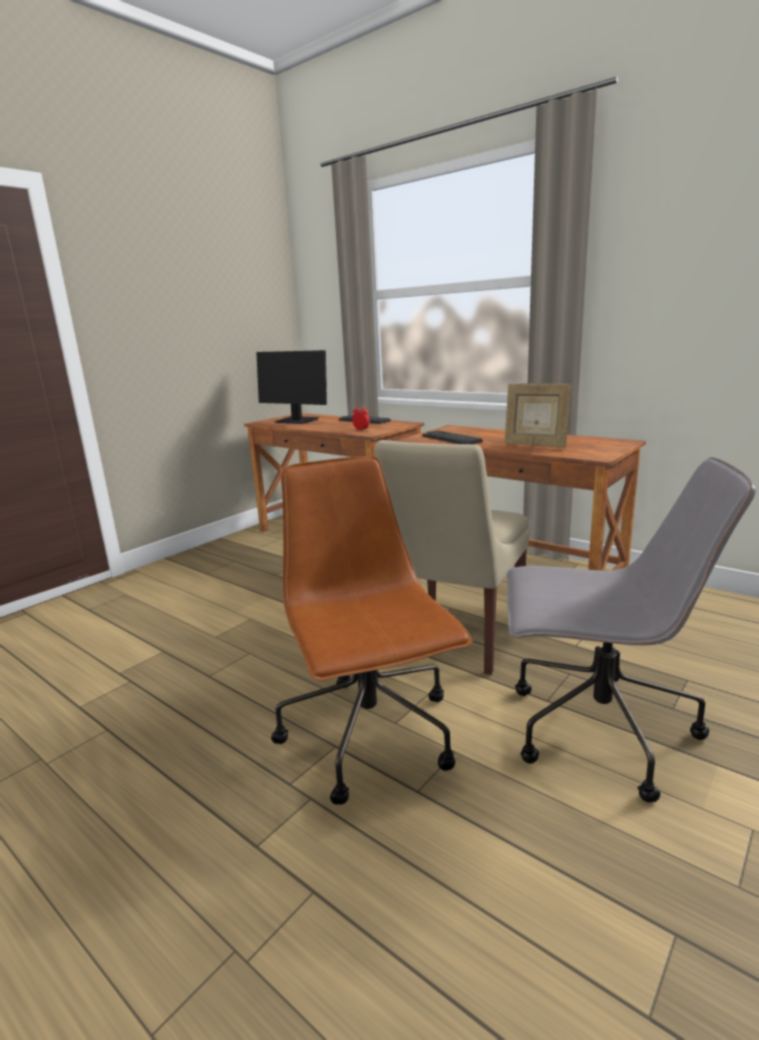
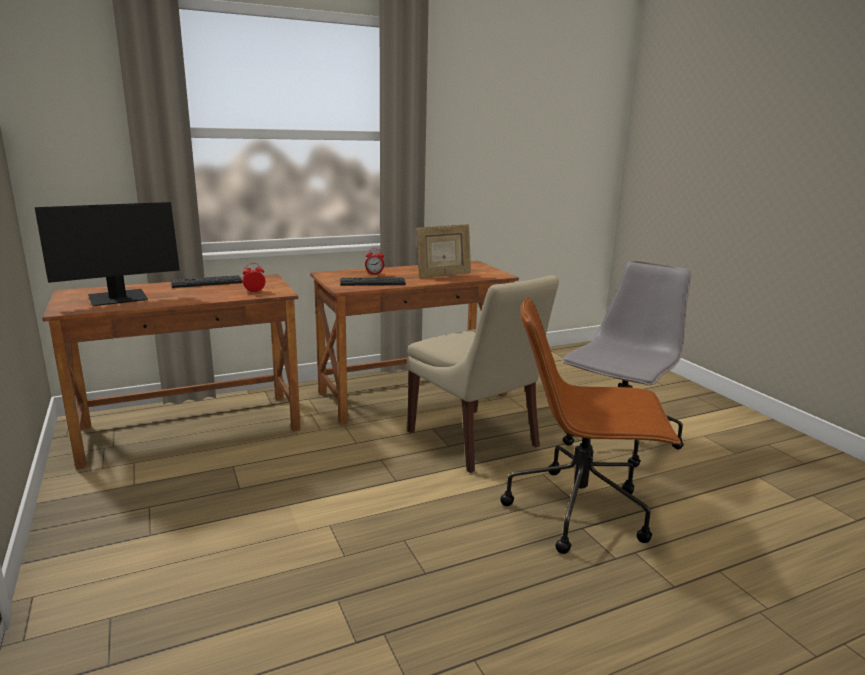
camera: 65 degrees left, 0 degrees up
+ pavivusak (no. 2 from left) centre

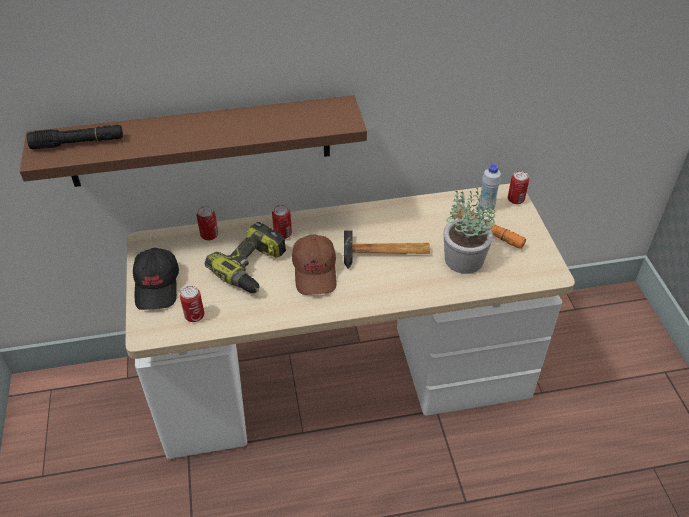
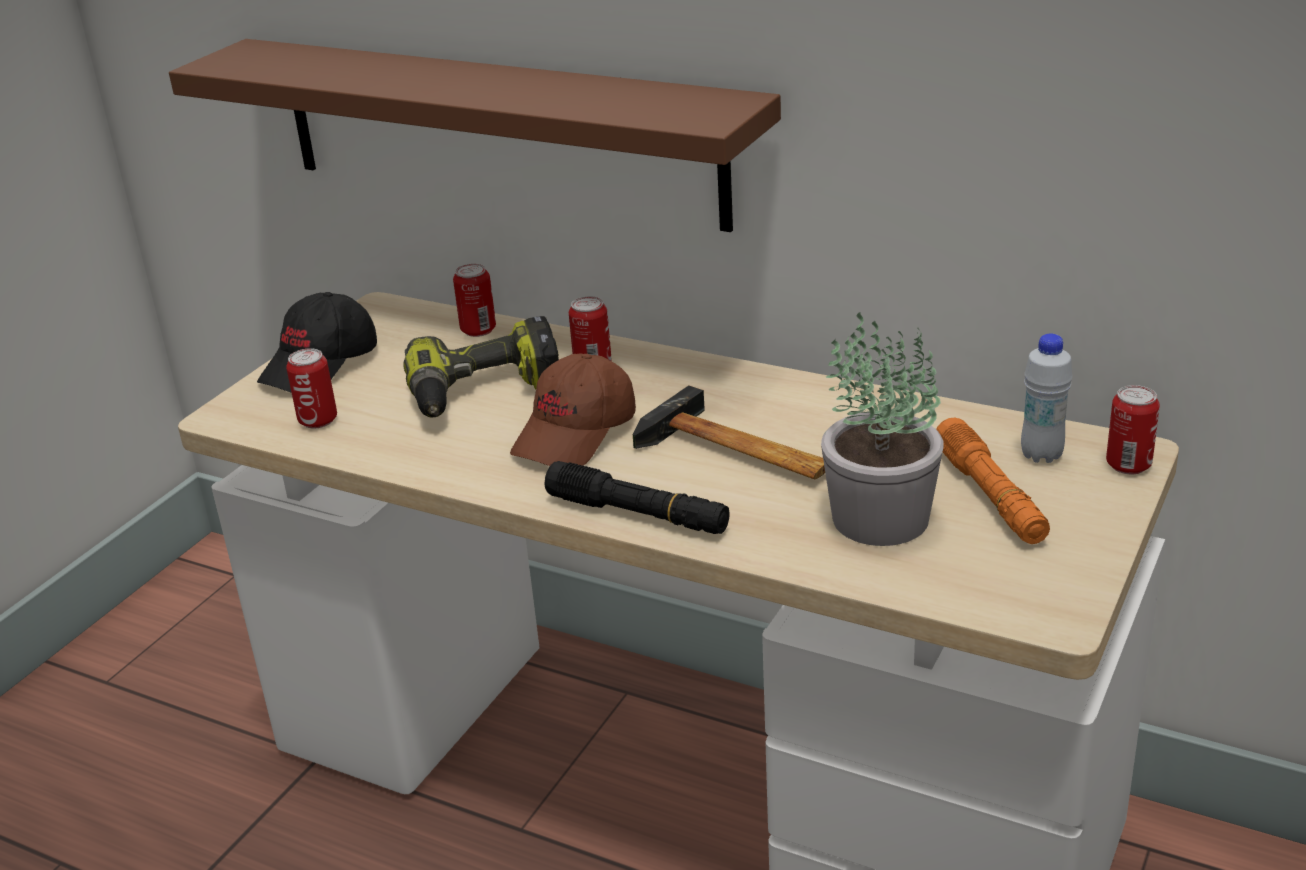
camera: 40 degrees right, 15 degrees down
~ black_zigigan top left to centre

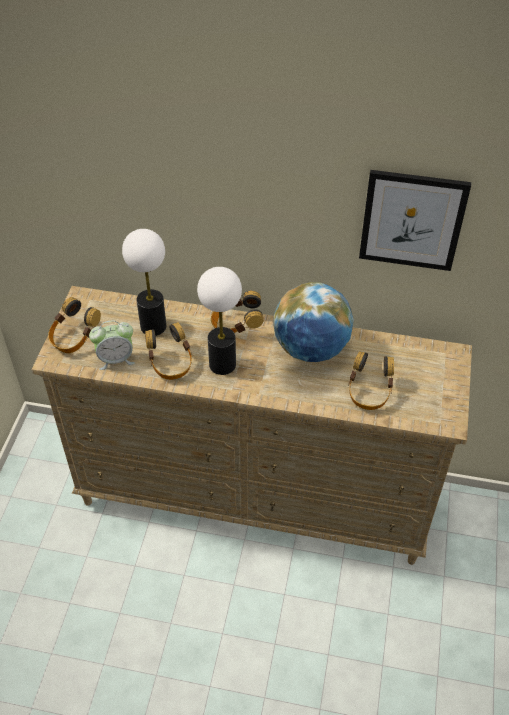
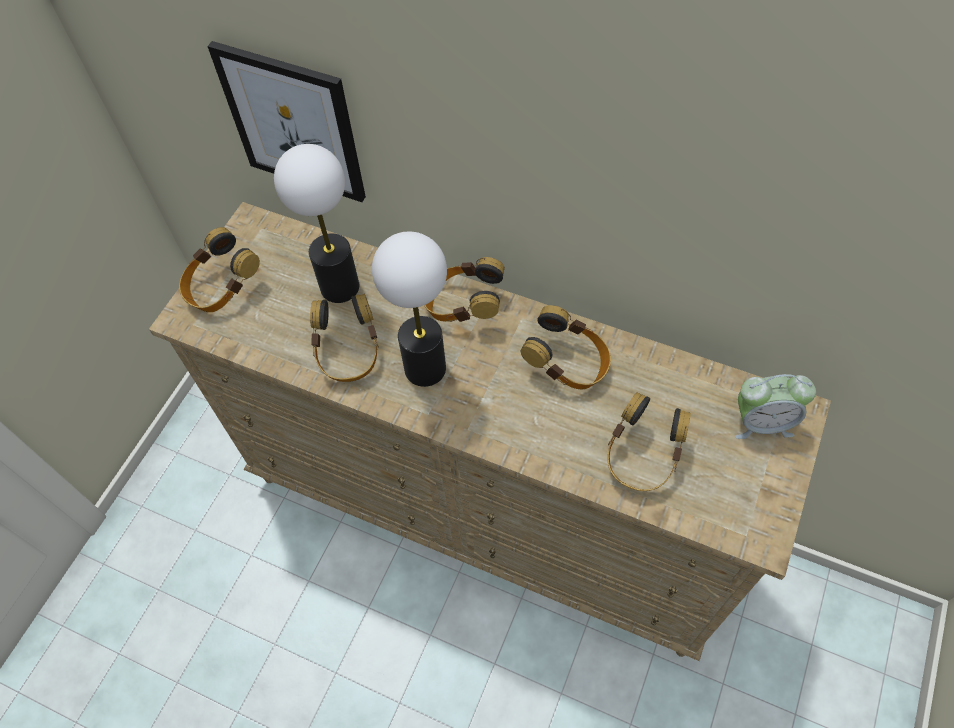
camera: 15 degrees right, 10 degrees up
~ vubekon top right to top left
~ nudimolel centre to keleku (no. 4 from left) centre
~ pavivusak middle left to middle right

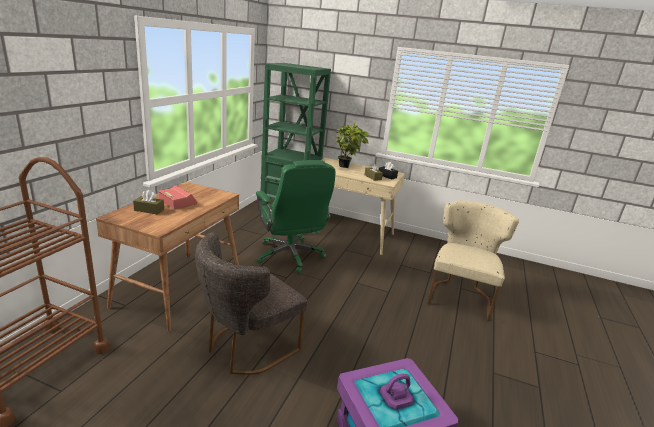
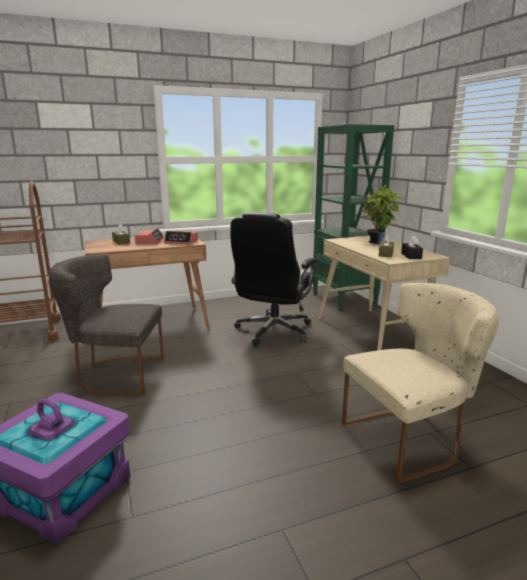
camera: 50 degrees right, 5 degrees down
~ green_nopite centre to black_nopite centre
+ pavivusak (no. 2 from left) centre

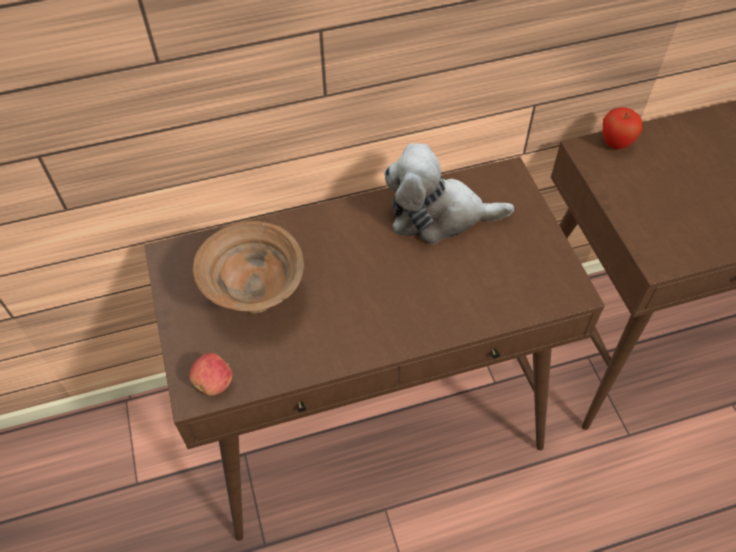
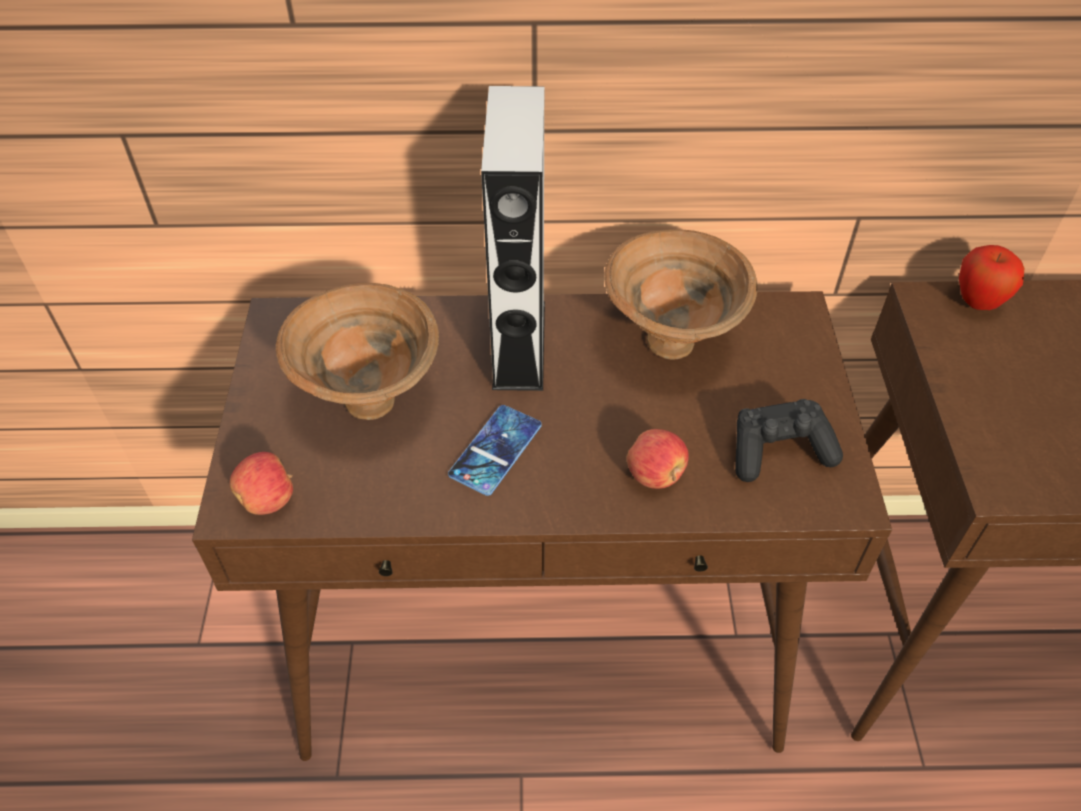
camera: 15 degrees right, 5 degrees down
~ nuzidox centre to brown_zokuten (no. 2 from left) centre
+ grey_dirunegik top centre
+ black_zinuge middle right
+ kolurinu centre
+ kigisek (no. 2 from left) centre

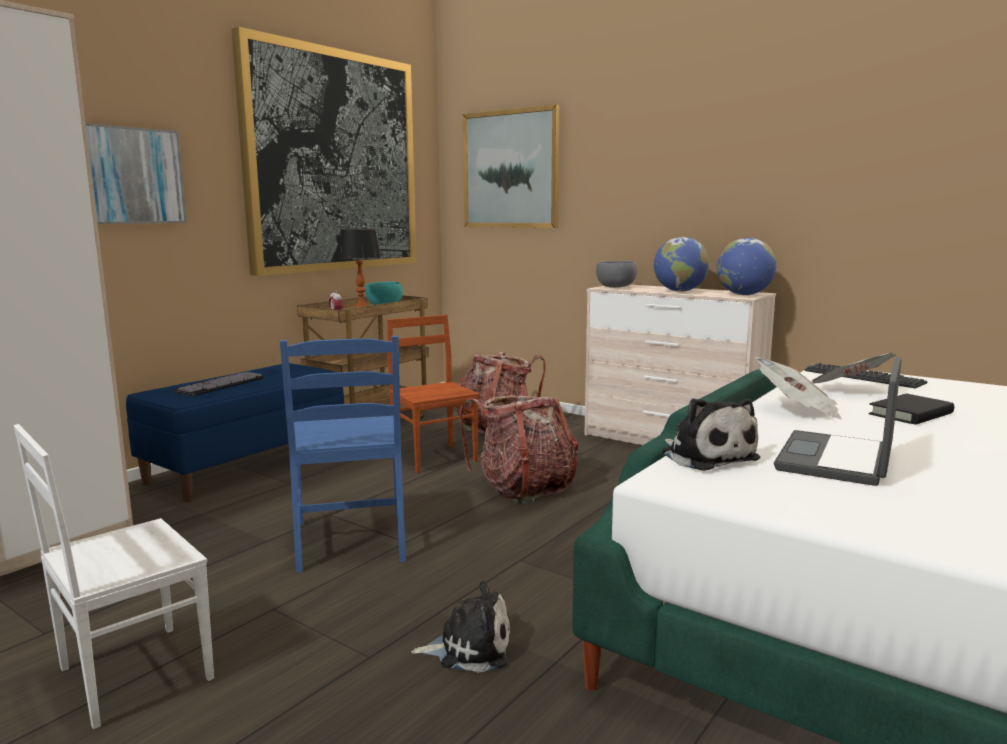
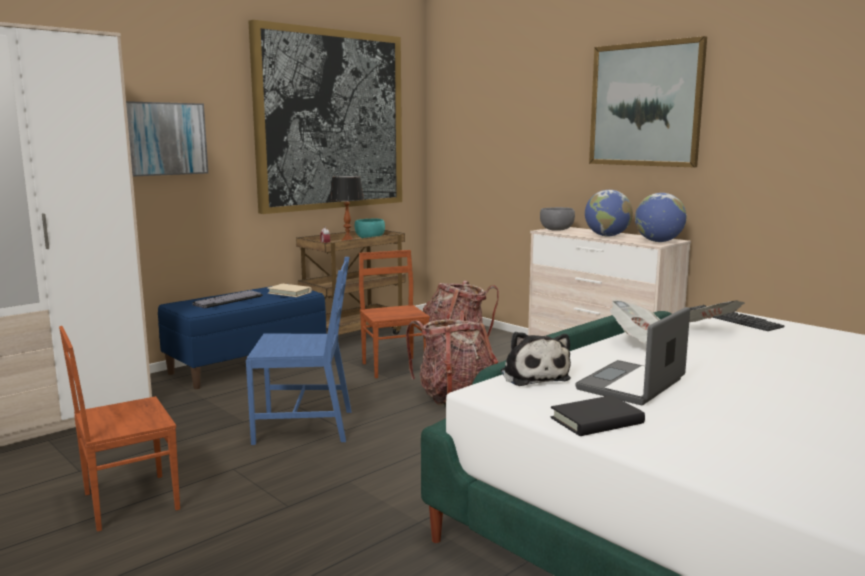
camera: 10 degrees right, 0 degrees up
~ vubekon (no. 3 from left) top centre to top right
~ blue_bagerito centre = centre 90 degrees counterclockwise
~ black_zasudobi middle right to bottom right
~ white_bagerito bottom left to brown_bagerito (no. 1 from left) bottom left
- nuzidox (no. 1 from left) bottom centre
+ beige_zasudobi centre

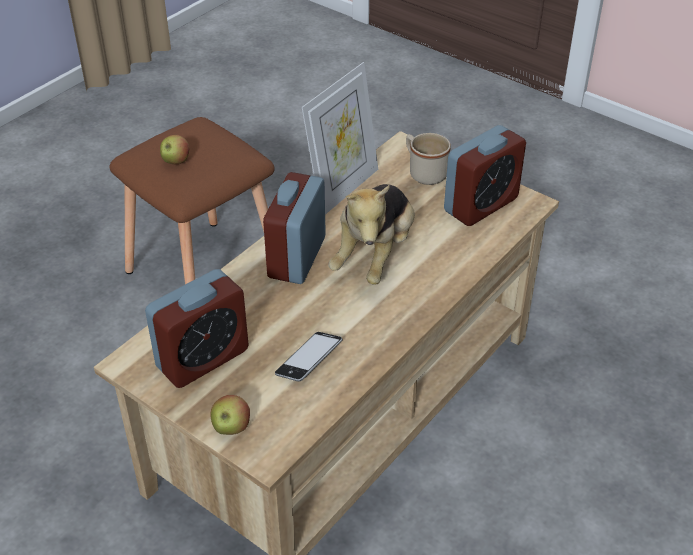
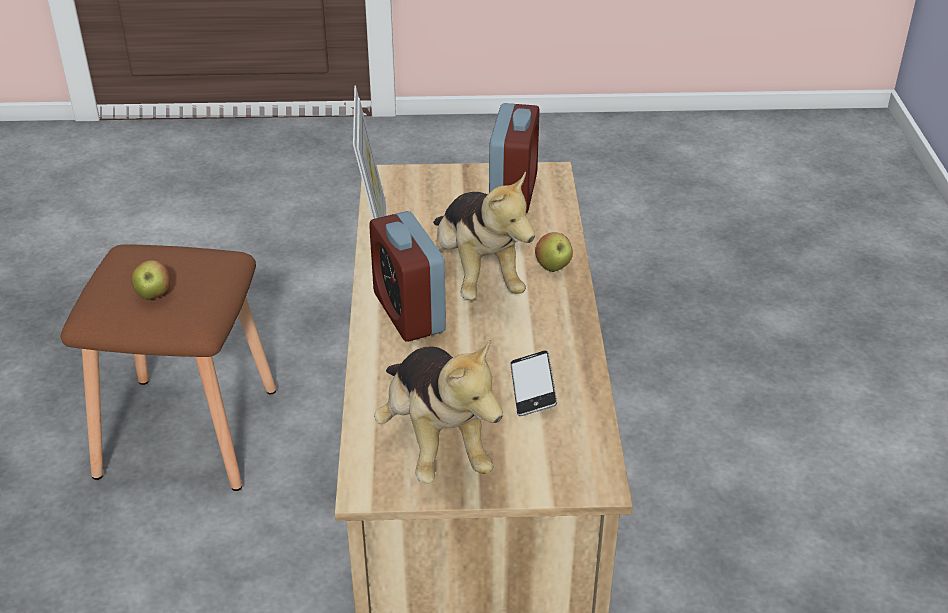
camera: 40 degrees left, 5 degrees down
- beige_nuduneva top centre
~ pavivusak (no. 1 from left) middle left to nuzidox (no. 1 from left) bottom centre
~ kigisek (no. 2 from left) bottom left to centre

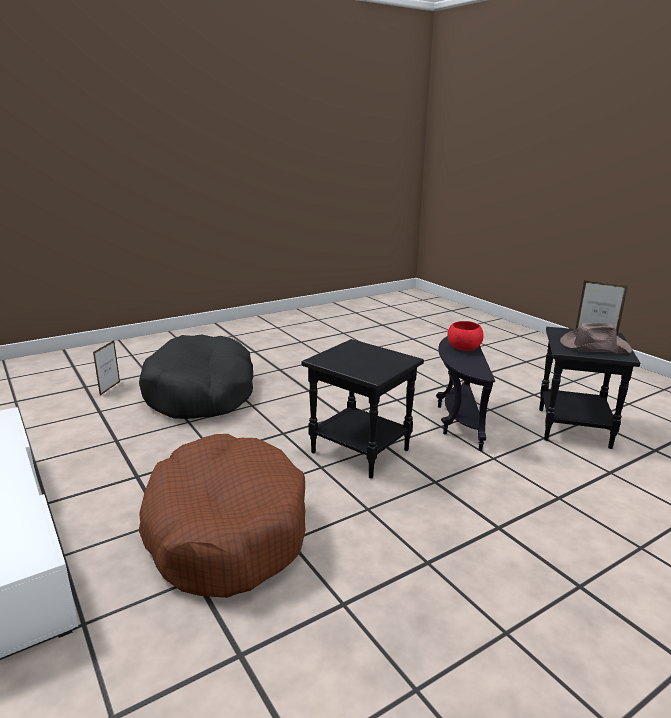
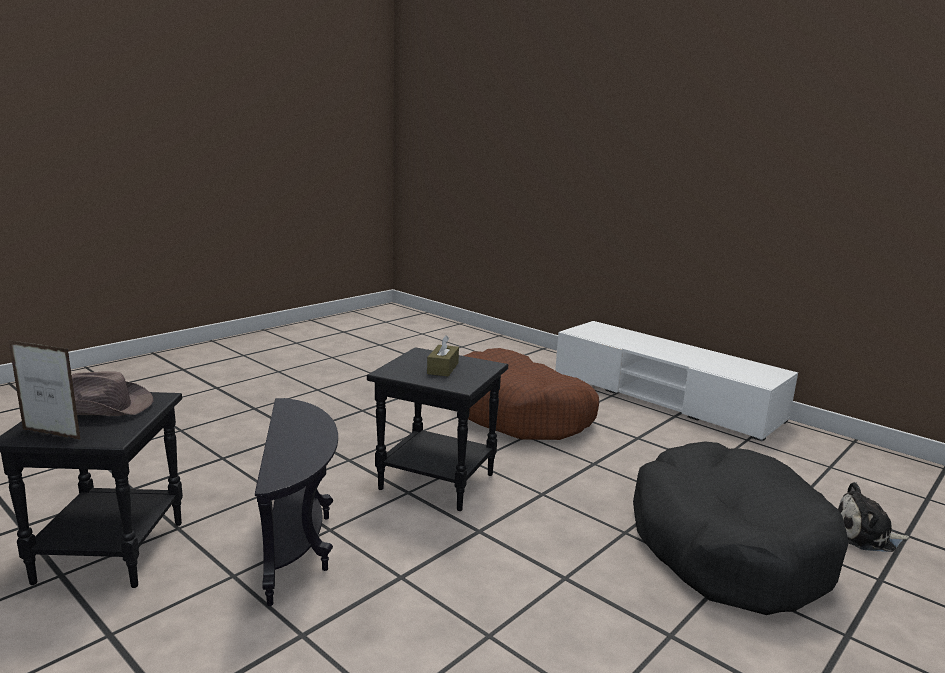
camera: 165 degrees right, 5 degrees down
- red_zokuten middle right
~ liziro (no. 1 from left) middle left to nuzidox bottom right
+ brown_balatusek centre

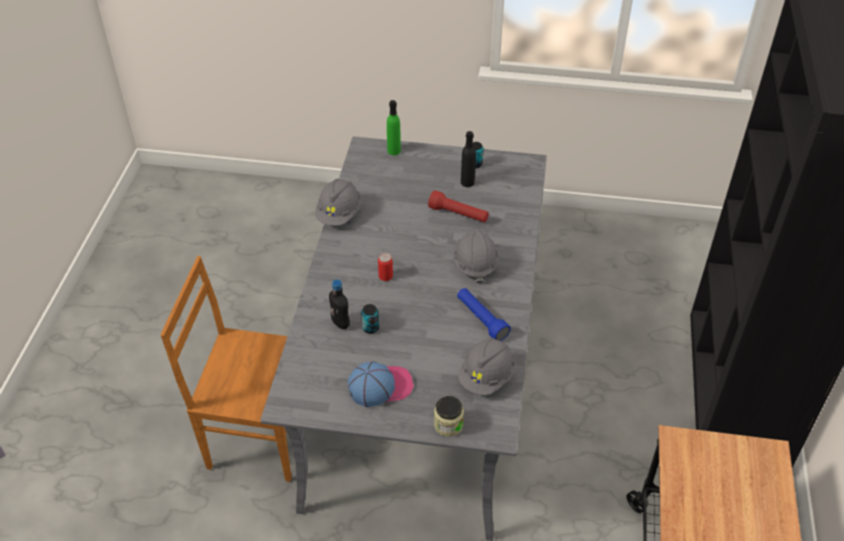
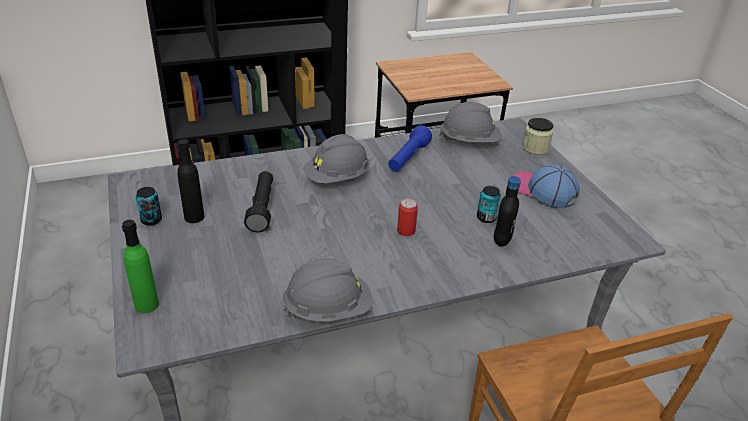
camera: 120 degrees left, 10 degrees down
~ red_zigigan centre to black_zigigan centre

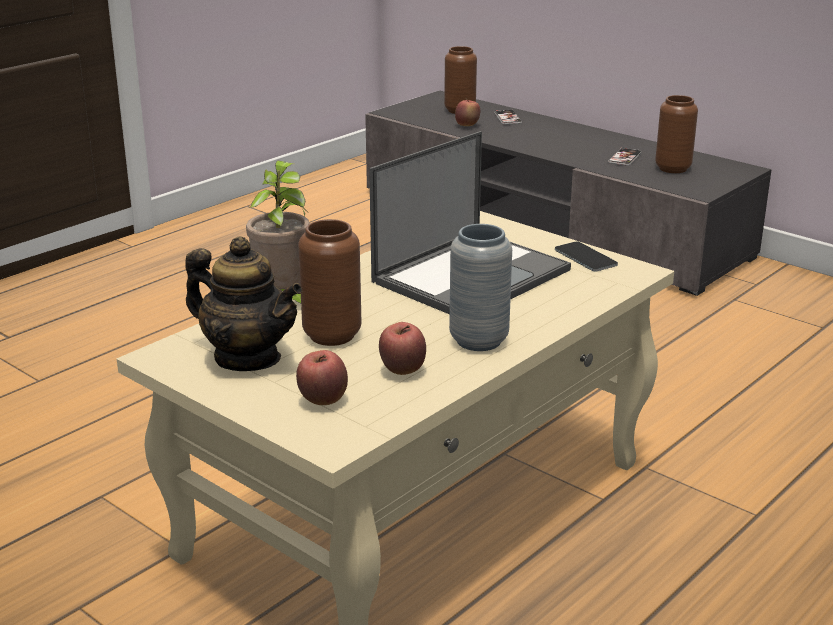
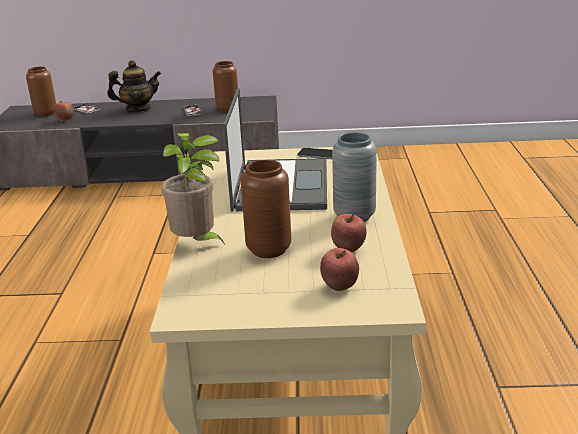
camera: 40 degrees left, 0 degrees up
~ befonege middle left to top left

